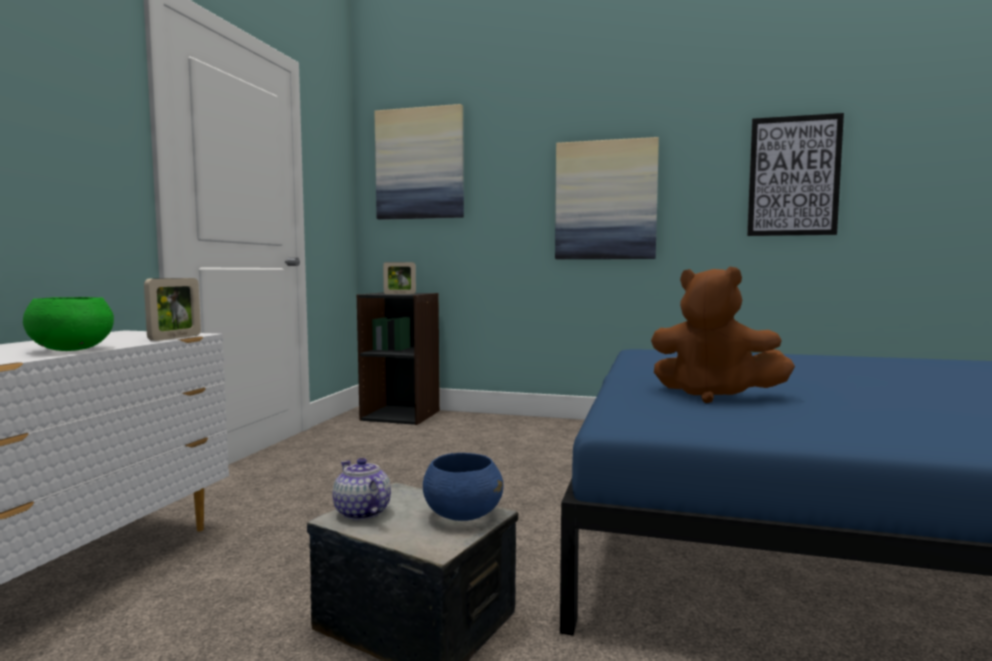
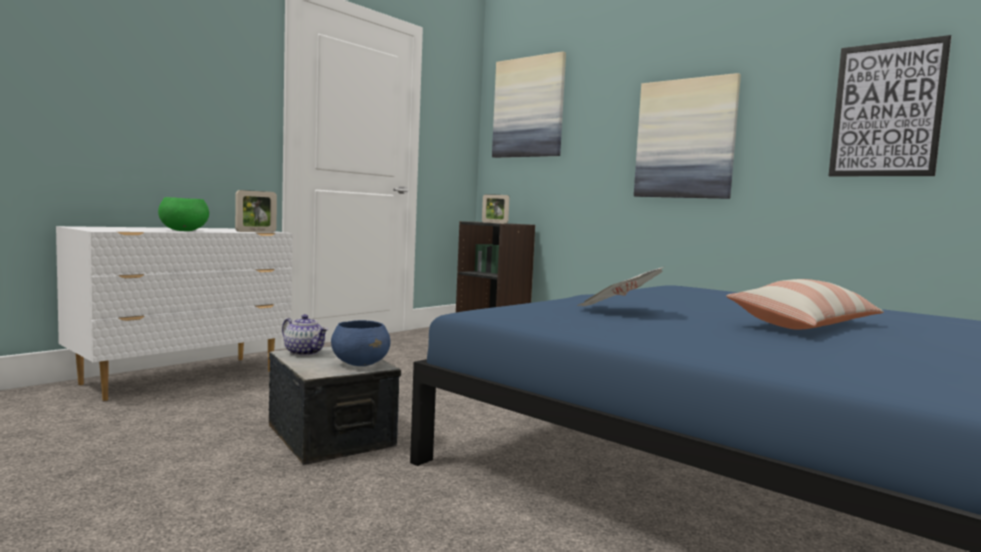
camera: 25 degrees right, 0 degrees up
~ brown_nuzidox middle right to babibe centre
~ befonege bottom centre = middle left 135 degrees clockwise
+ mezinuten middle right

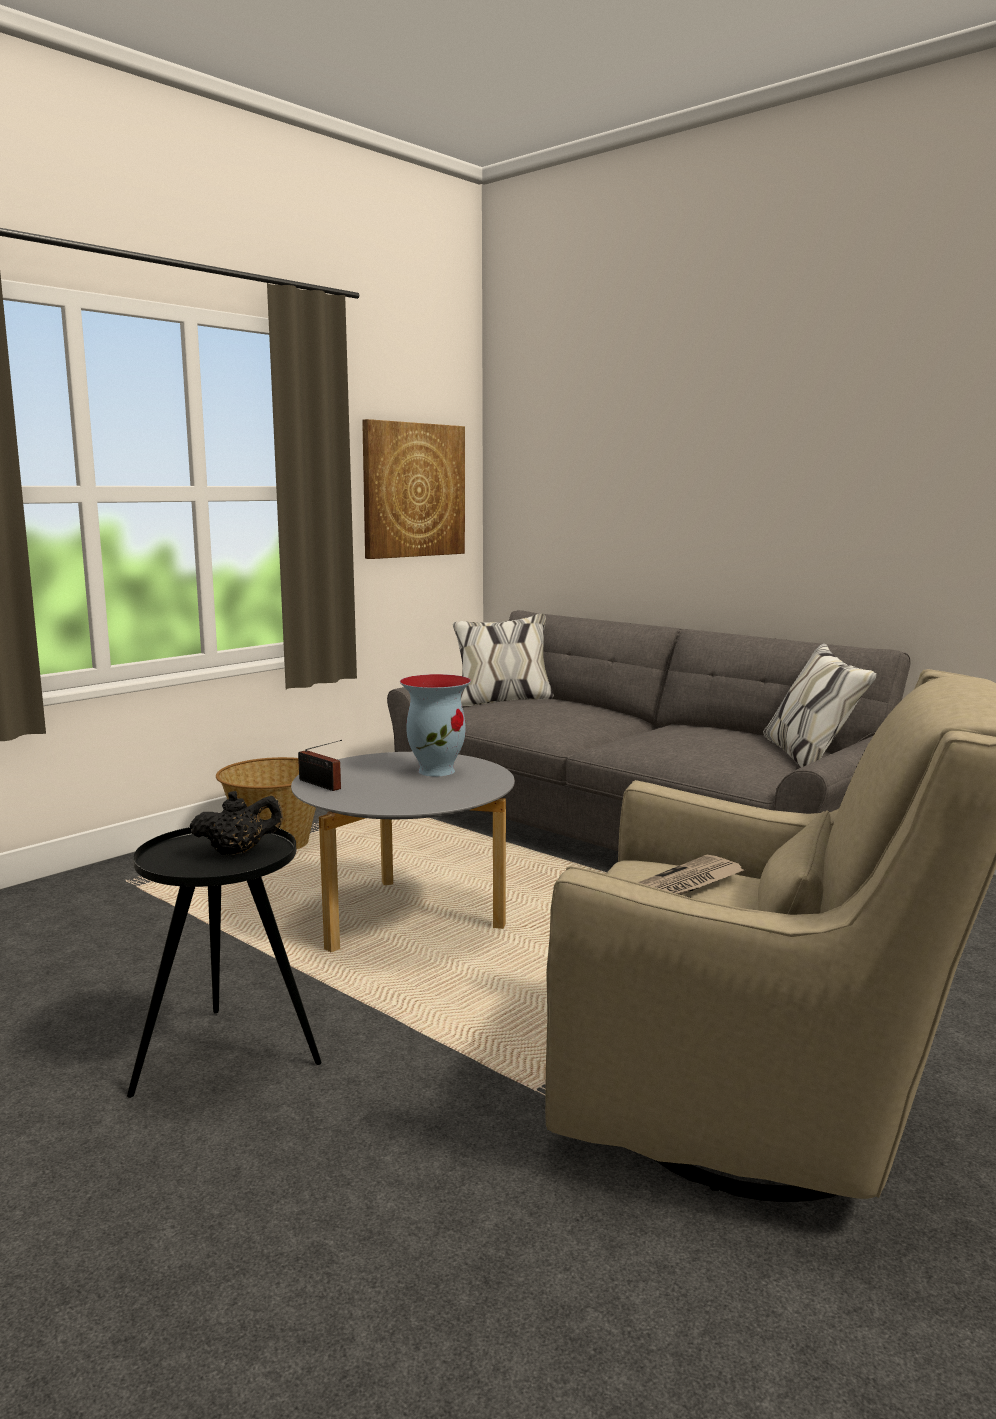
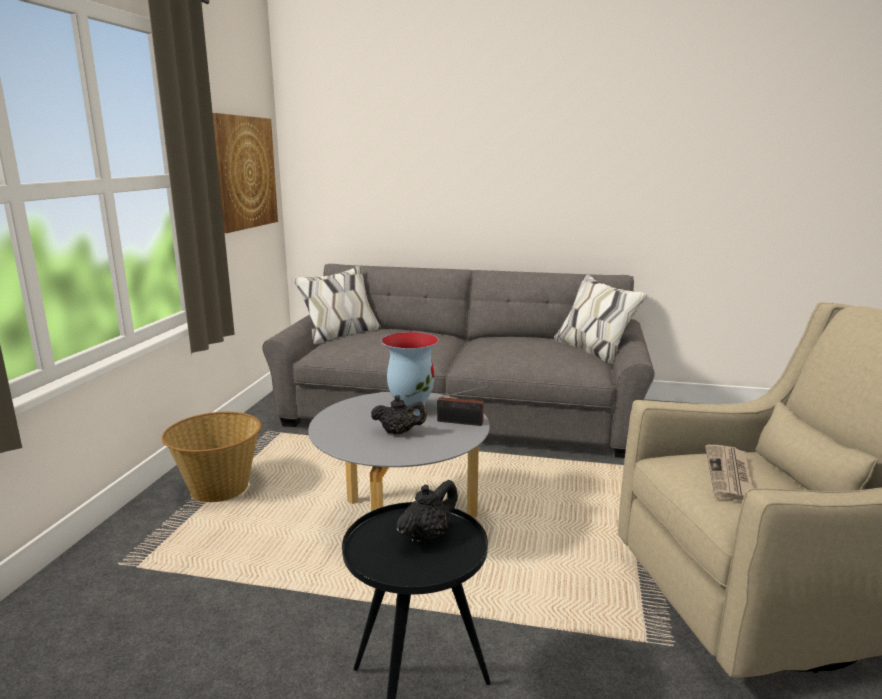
camera: 30 degrees left, 5 degrees up
~ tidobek middle left to centre
+ black_befonege (no. 1 from left) centre

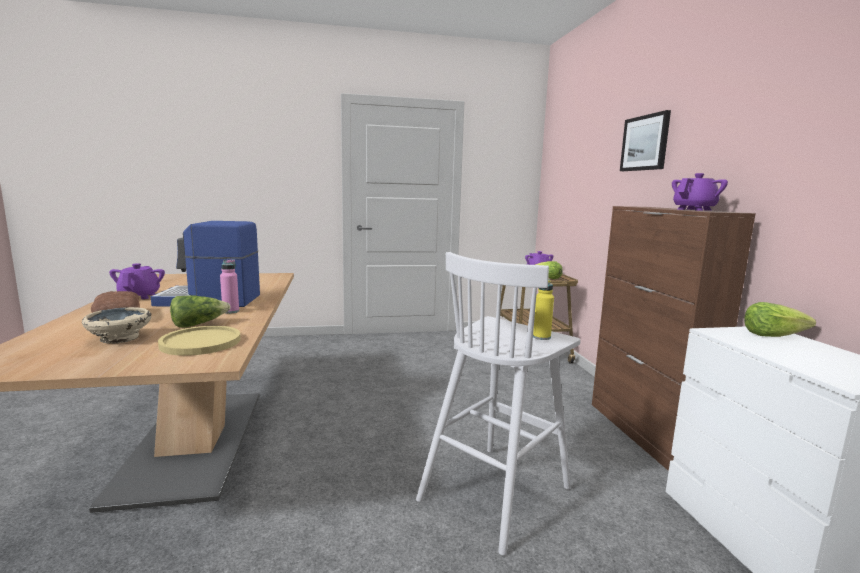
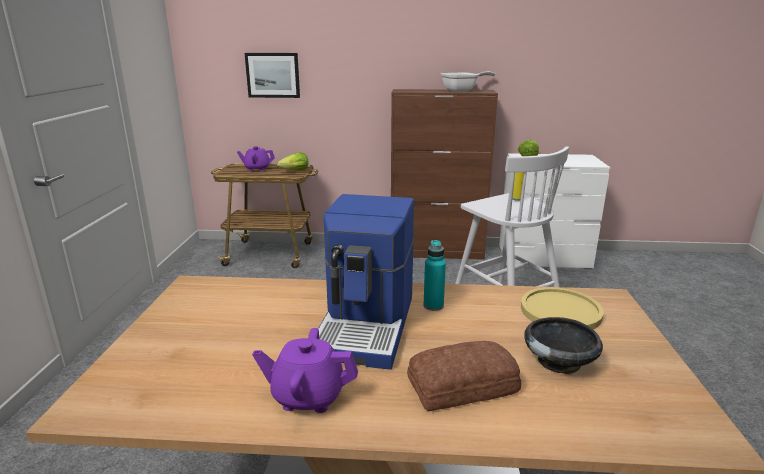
camera: 75 degrees left, 10 degrees up
~ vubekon top right to top centre
~ purple_befonege (no. 3 from left) middle right to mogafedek top centre
~ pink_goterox middle left to turquoise_goterox centre
- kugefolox (no. 1 from left) middle left
~ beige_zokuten middle left to black_zokuten bottom right

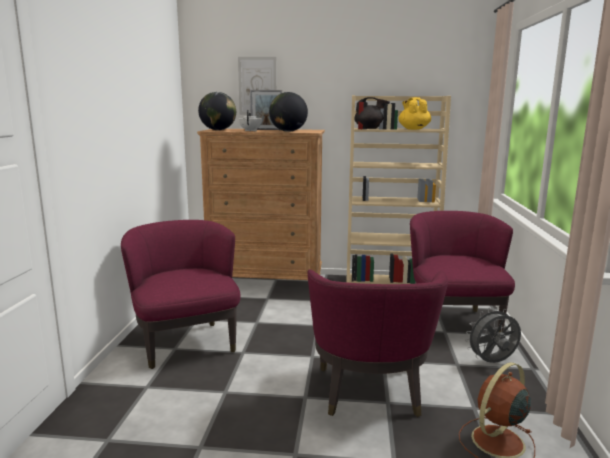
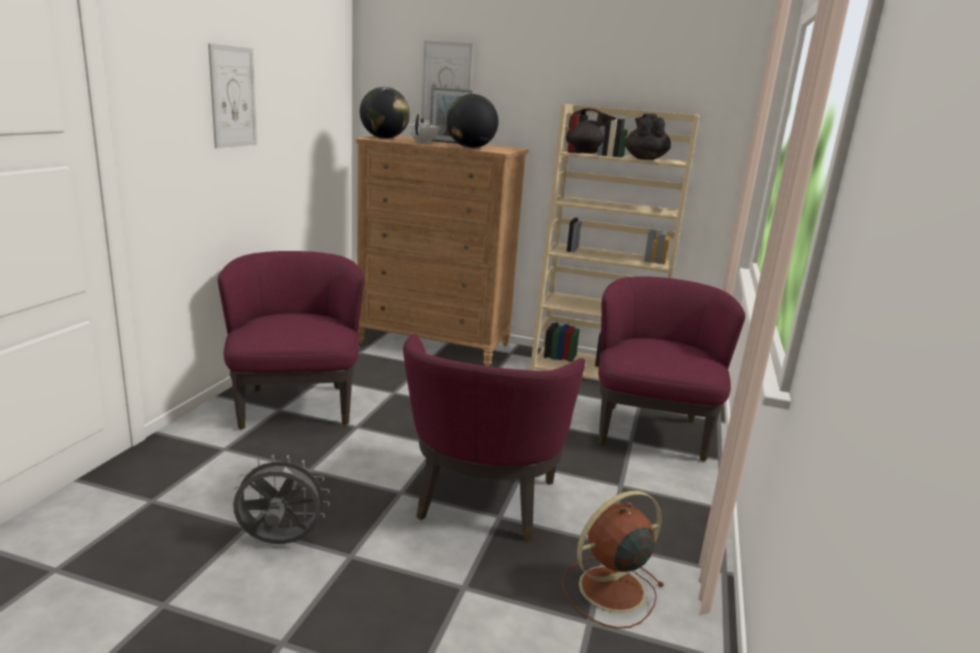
camera: 10 degrees right, 5 degrees up
~ yellow_befonege top right to black_befonege (no. 2 from left) top centre
~ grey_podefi bottom right to bottom left
+ vubekon (no. 1 from left) top left

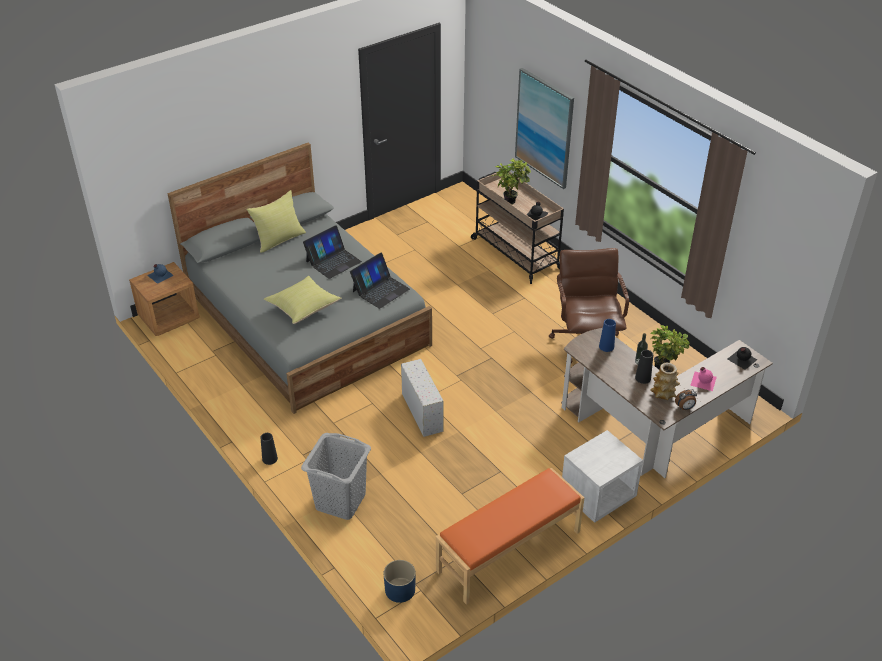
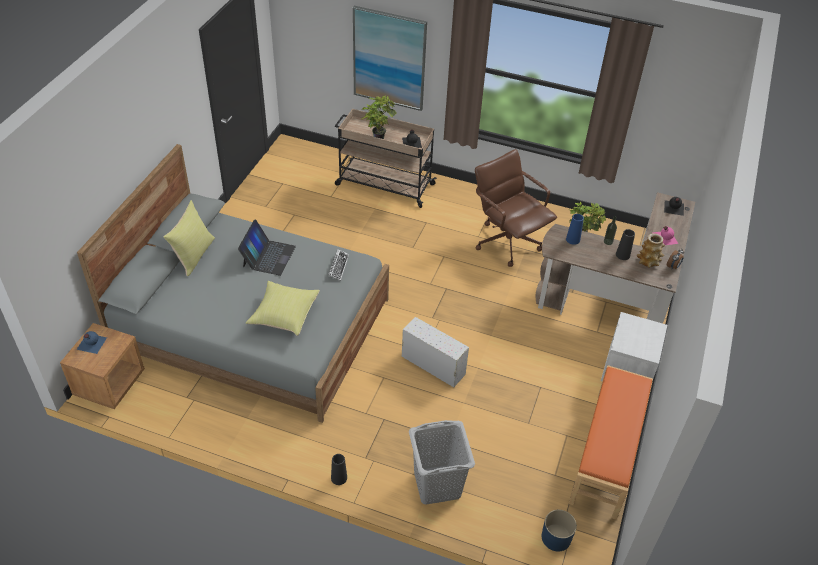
camera: 35 degrees left, 5 degrees up
~ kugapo (no. 2 from left) centre to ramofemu centre

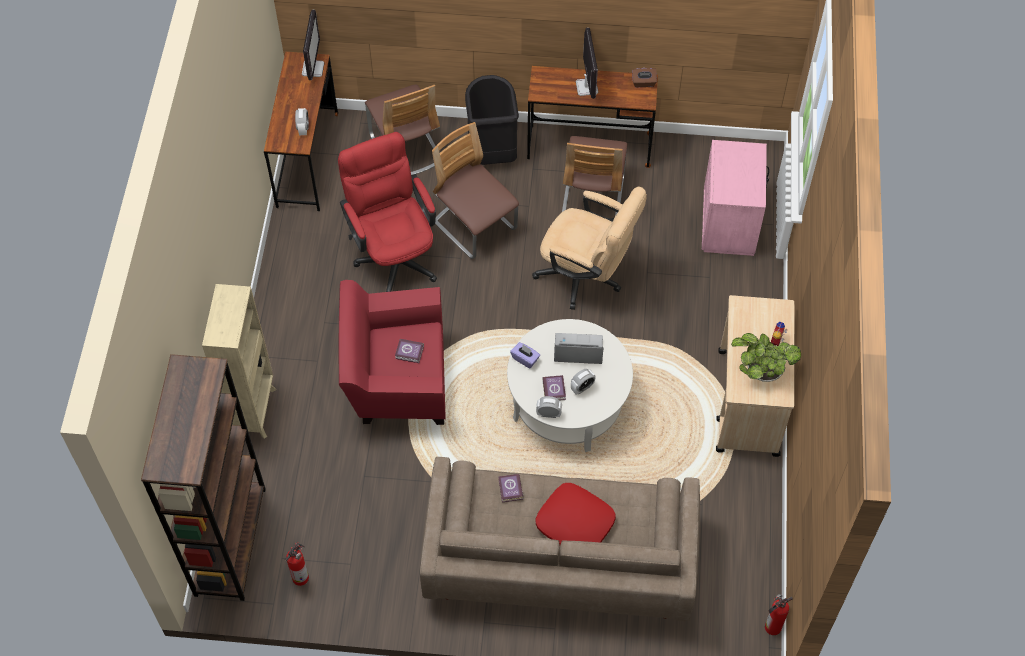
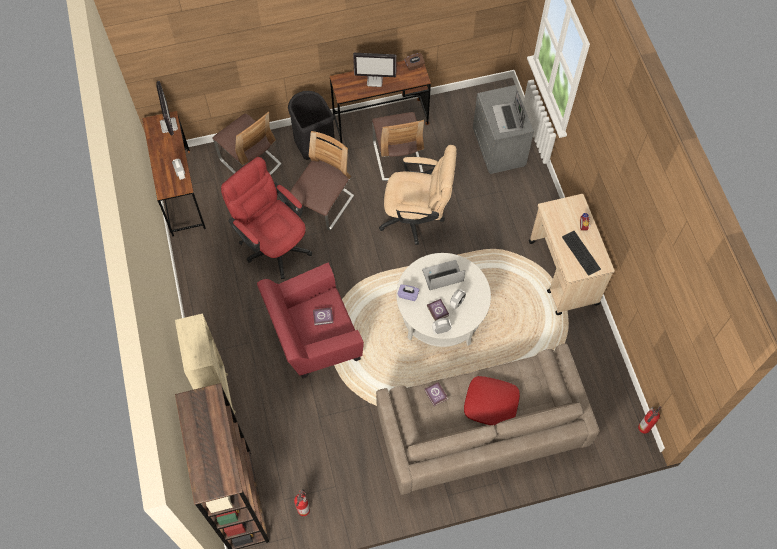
camera: 20 degrees left, 5 degrees up
~ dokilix (no. 2 from left) top centre = top centre 120 degrees clockwise
~ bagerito (no. 2 from left) top centre = top centre 90 degrees clockwise
~ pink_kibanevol top right to grey_kibanevol top centre
~ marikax middle right to ramofemu middle right
+ kugapo (no. 2 from left) top centre

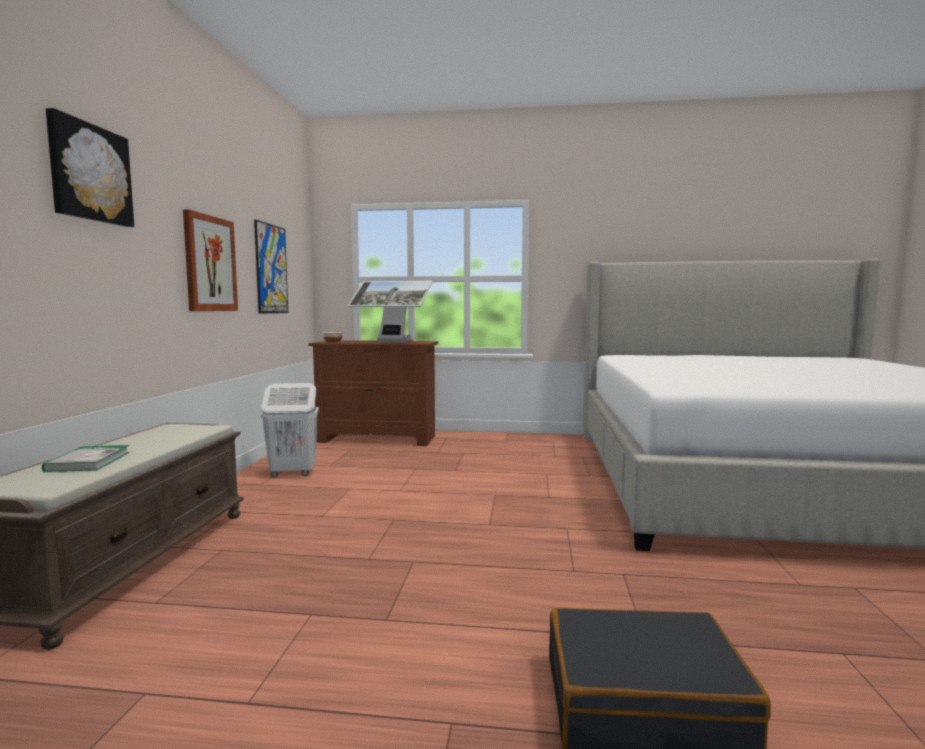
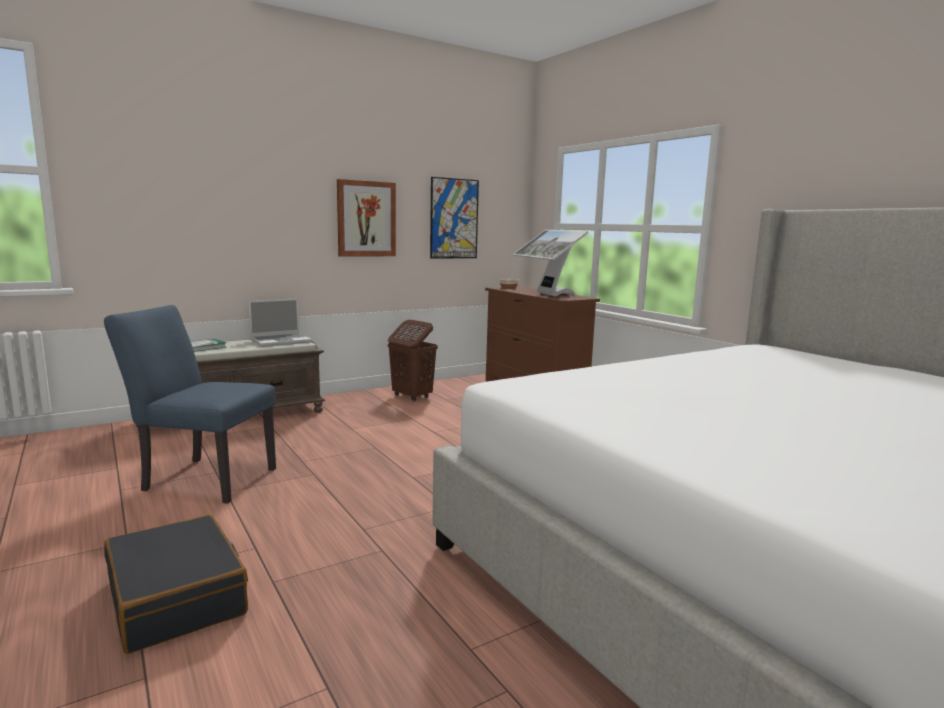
camera: 50 degrees right, 5 degrees up
- vubekon (no. 1 from left) top left
~ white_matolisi middle left to brown_matolisi centre
+ kugapo middle left
+ blue_bagerito middle left

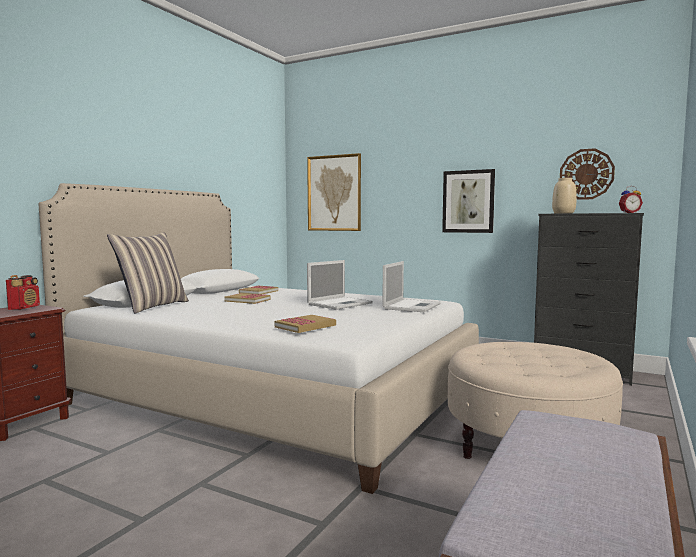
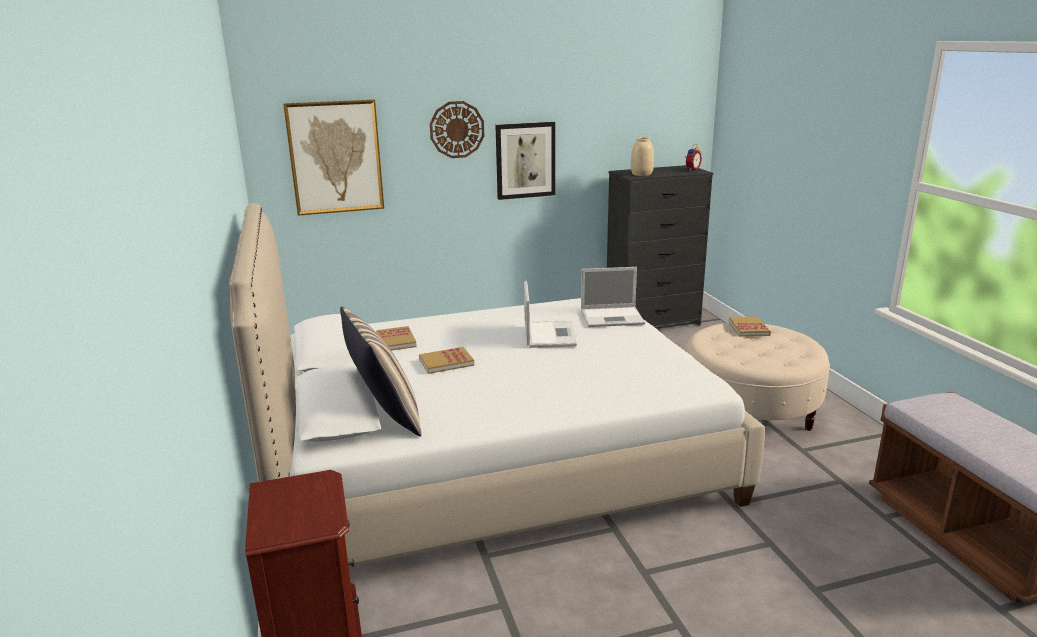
camera: 45 degrees left, 15 degrees up
~ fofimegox top right to top centre
~ kugapo (no. 2 from left) centre = centre 105 degrees clockwise
- tidobek middle left
~ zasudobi (no. 3 from left) centre to middle right

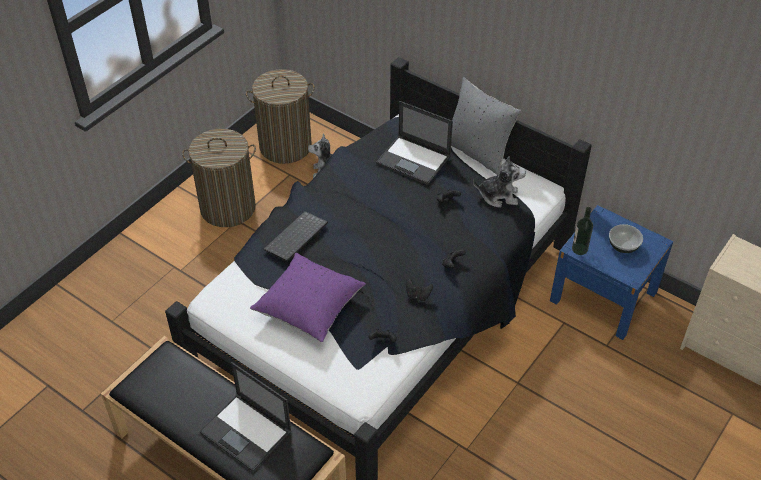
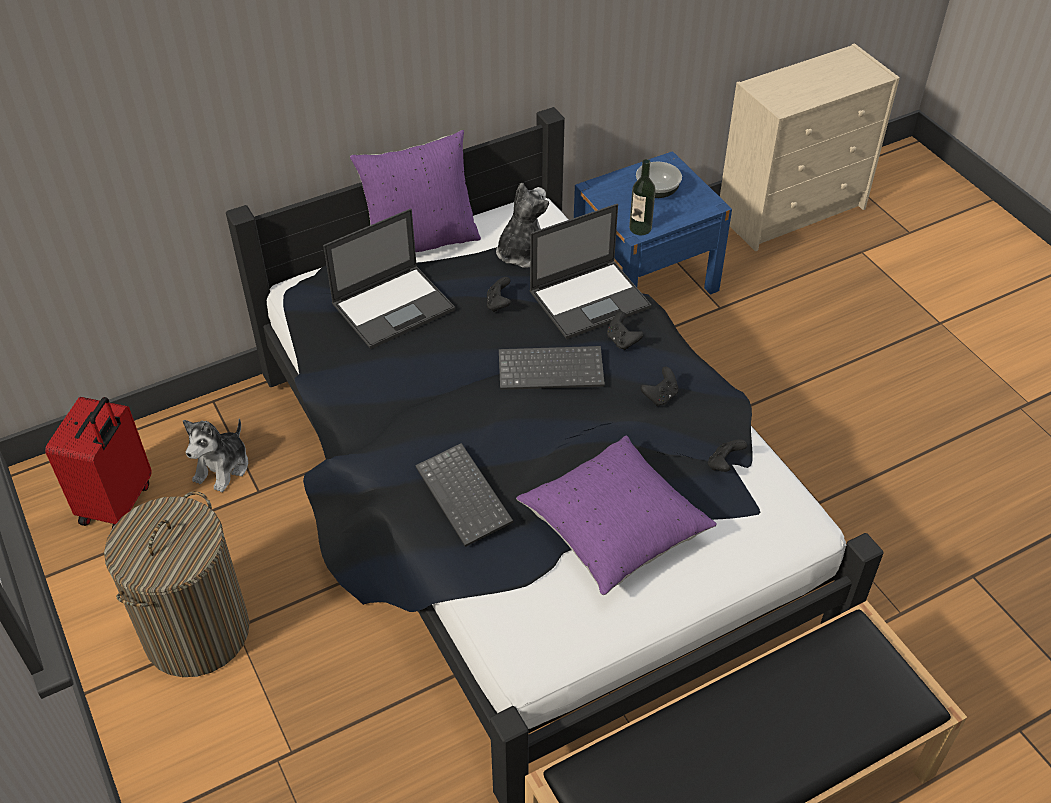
camera: 65 degrees left, 0 degrees up
~ matolisi (no. 2 from left) top centre to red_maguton middle left
~ grey_mezinuten top centre to purple_mezinuten (no. 1 from left) top centre
~ kugapo (no. 1 from left in the first image) bottom left to kugapo (no. 2 from left) centre
+ ramofemu (no. 2 from left) centre

